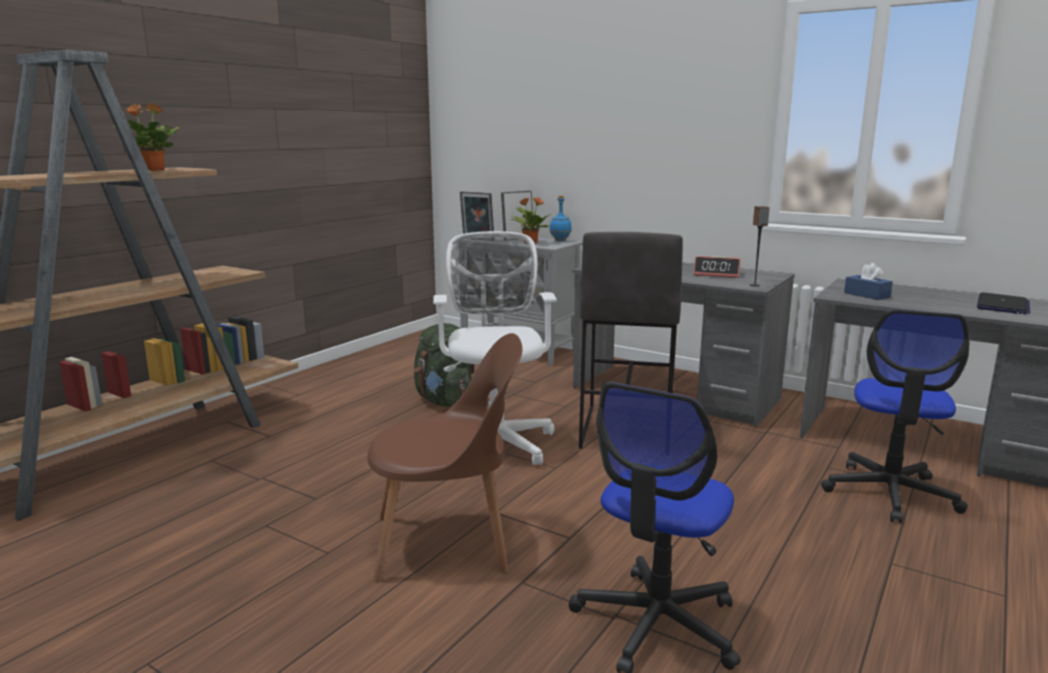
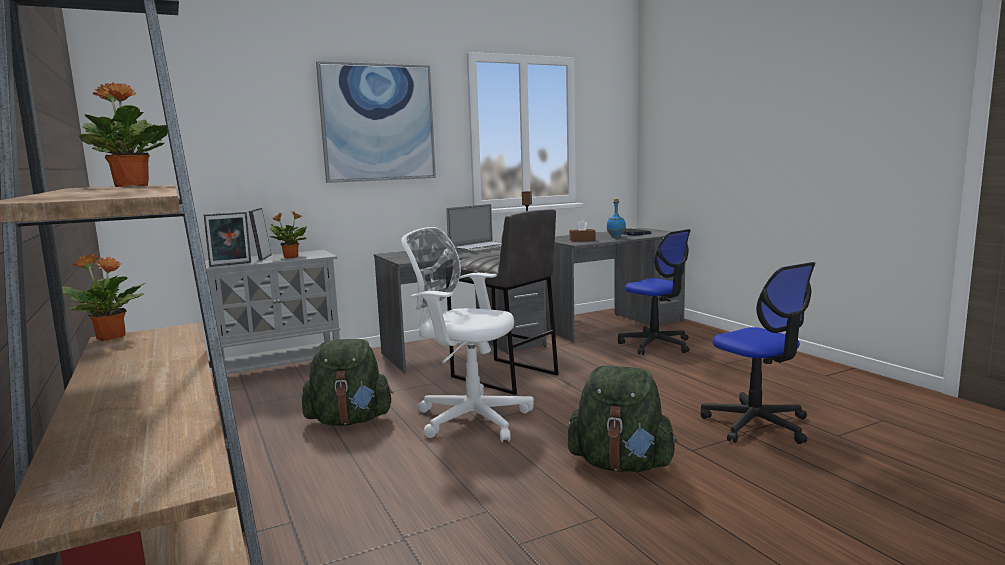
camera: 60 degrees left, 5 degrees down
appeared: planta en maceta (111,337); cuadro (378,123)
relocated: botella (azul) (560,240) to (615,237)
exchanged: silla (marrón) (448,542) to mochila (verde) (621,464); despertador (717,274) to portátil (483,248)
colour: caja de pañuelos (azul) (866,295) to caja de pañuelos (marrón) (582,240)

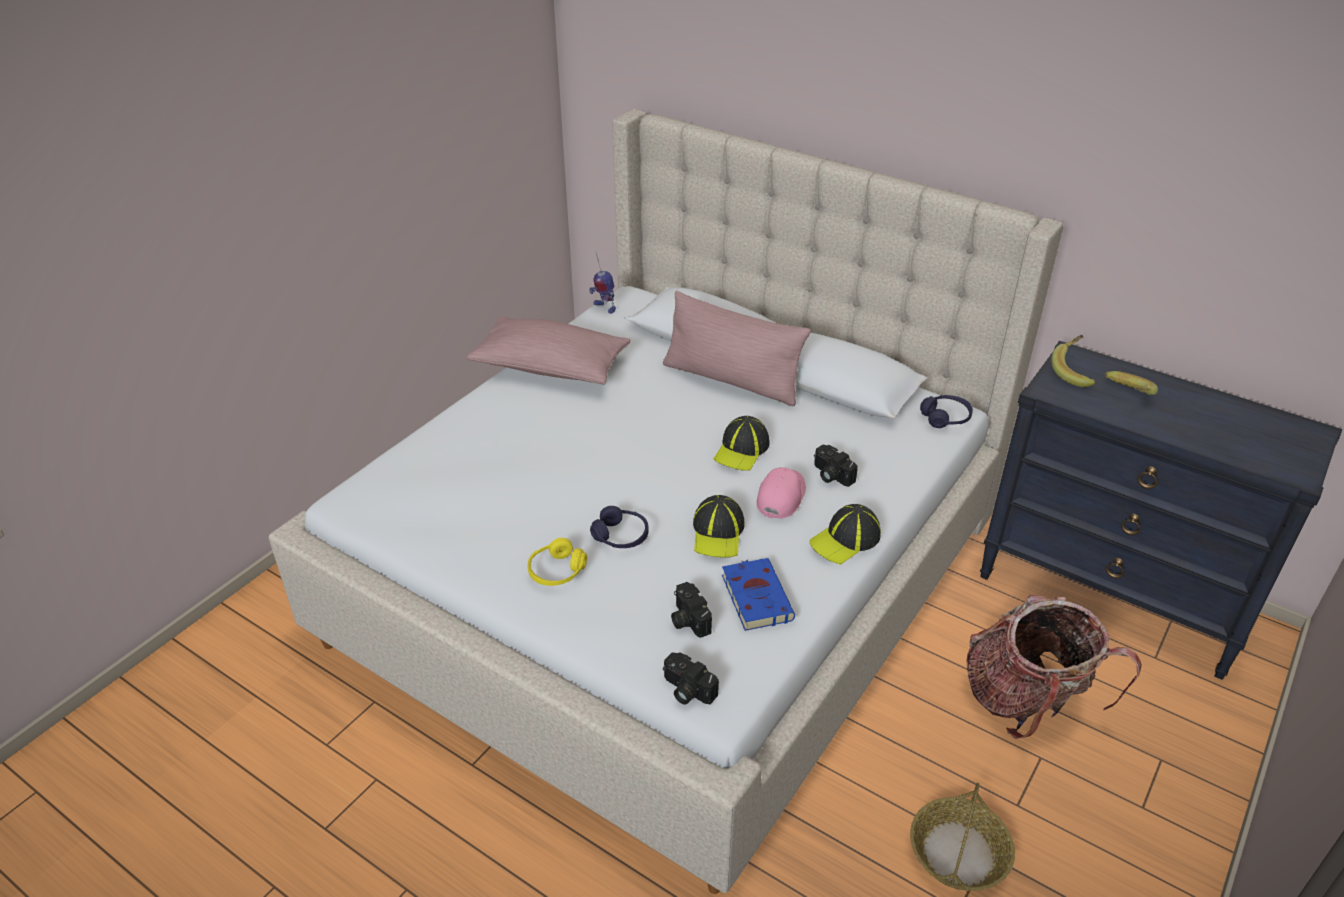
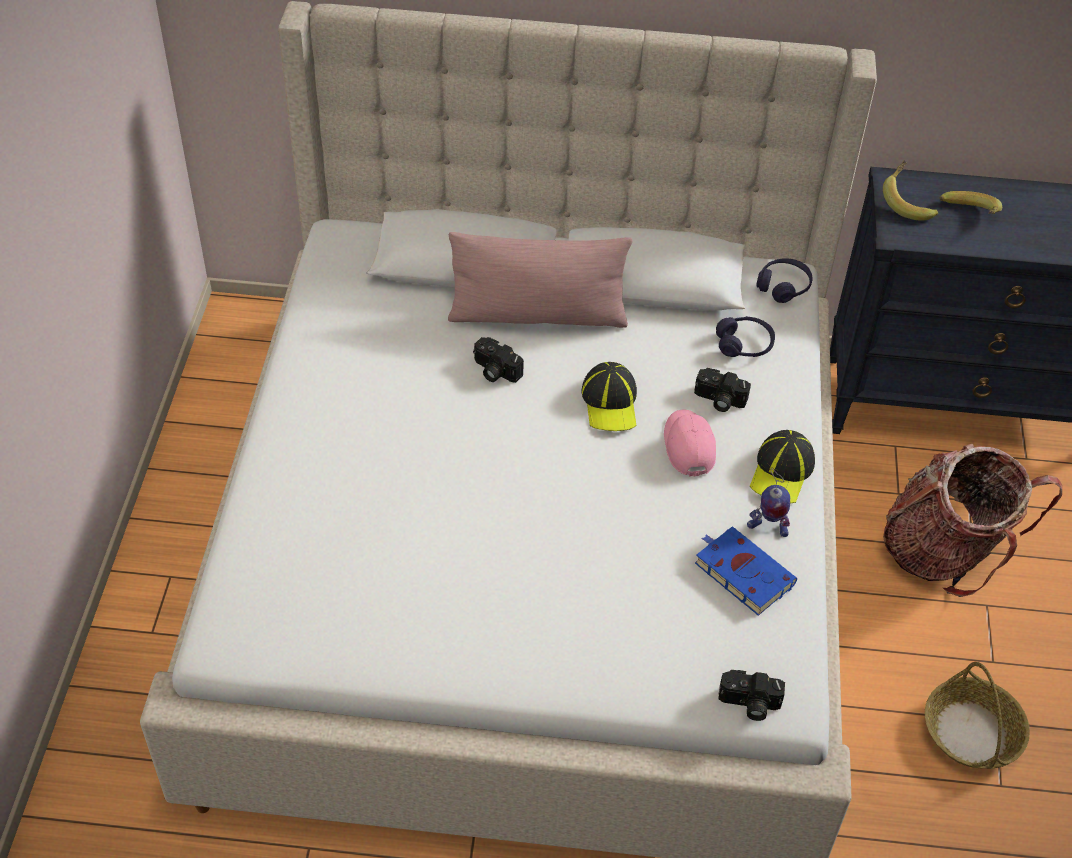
camera: 30 degrees left, 10 degrees up
missing: cojín (rosa) (551,367); auriculares (amarillo) (557,571); gorra (718,533)
relocated: robot de juguete (604,307) to (767,528); auriculares (morado) (621,536) to (744,344); cámara (687,619) to (494,371)

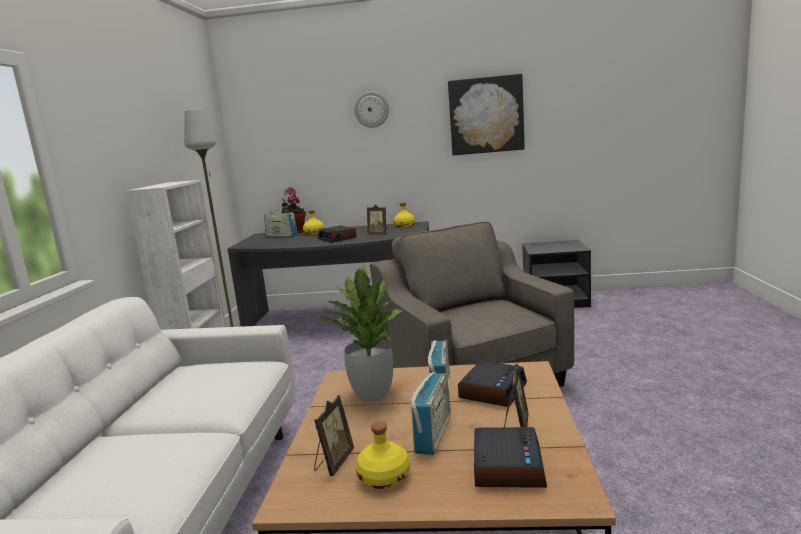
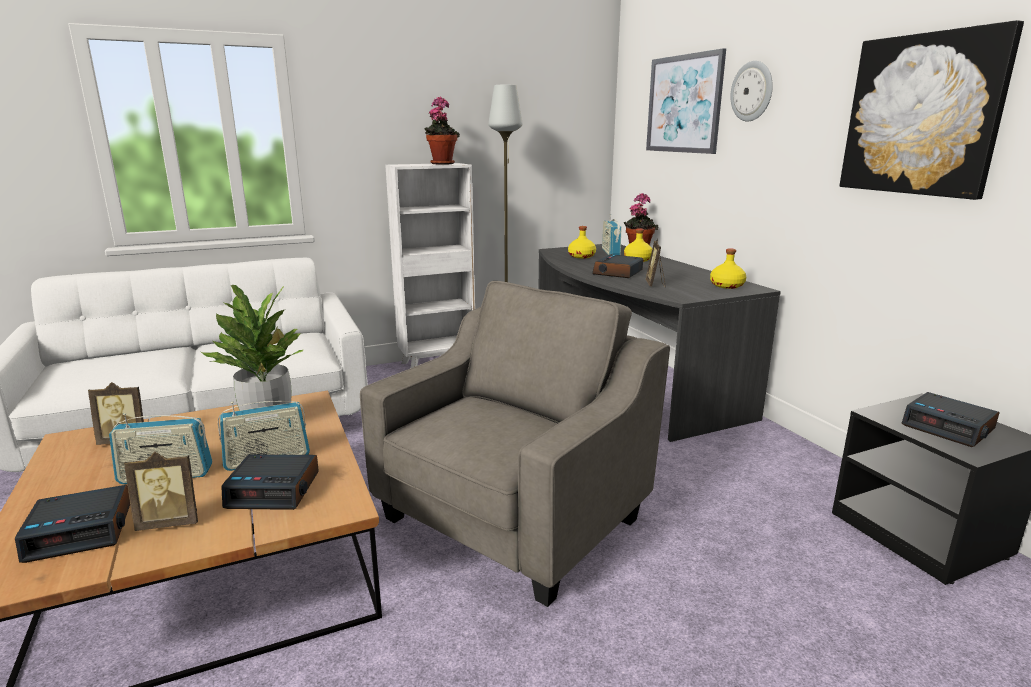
camera: 60 degrees right, 5 degrees up
appeared: planta en maceta (442,163); cuadro (684,104); despertador (949,427)
relocated: botella (amarillo) (385,477) to (582,256)

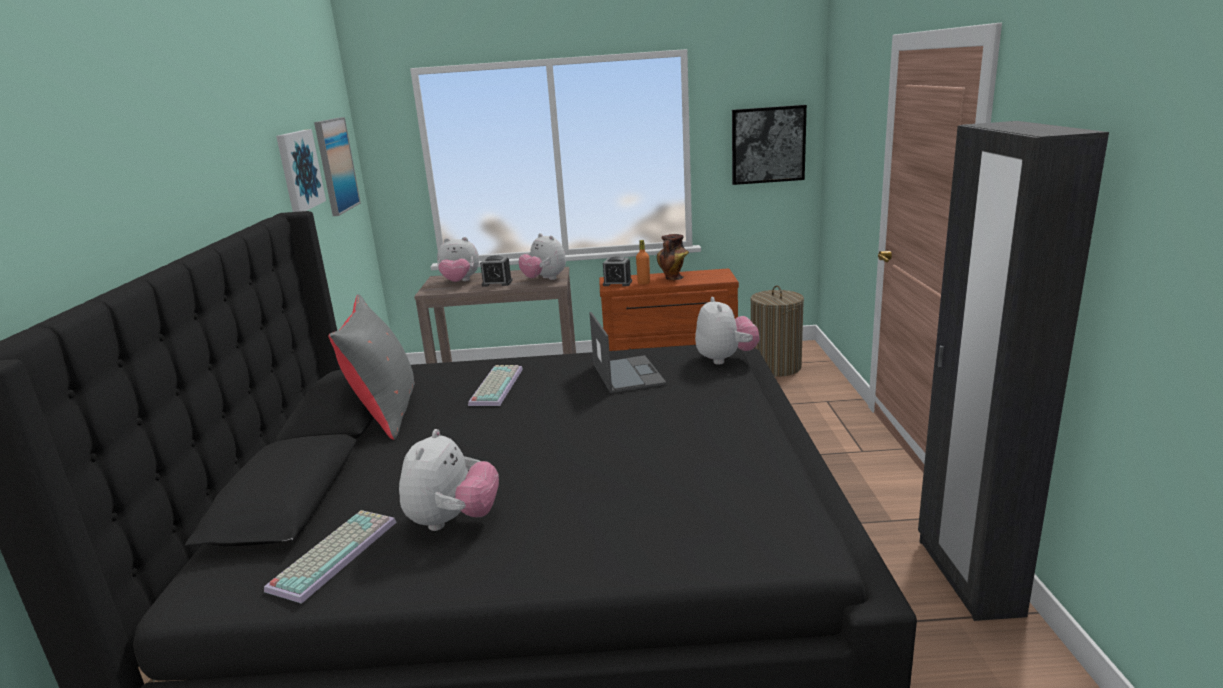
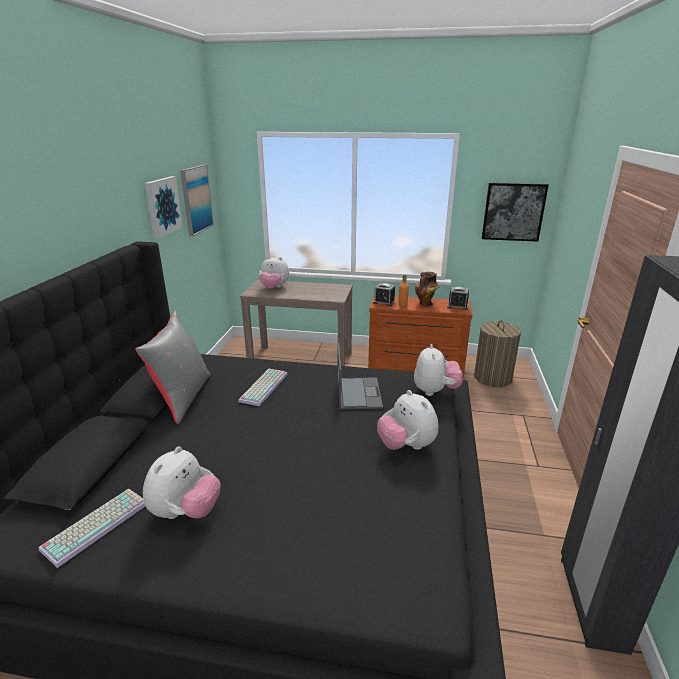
camera: 10 degrees right, 5 degrees up
relocated: despertador (497,283) to (457,306); peluche (544,279) to (406,446)

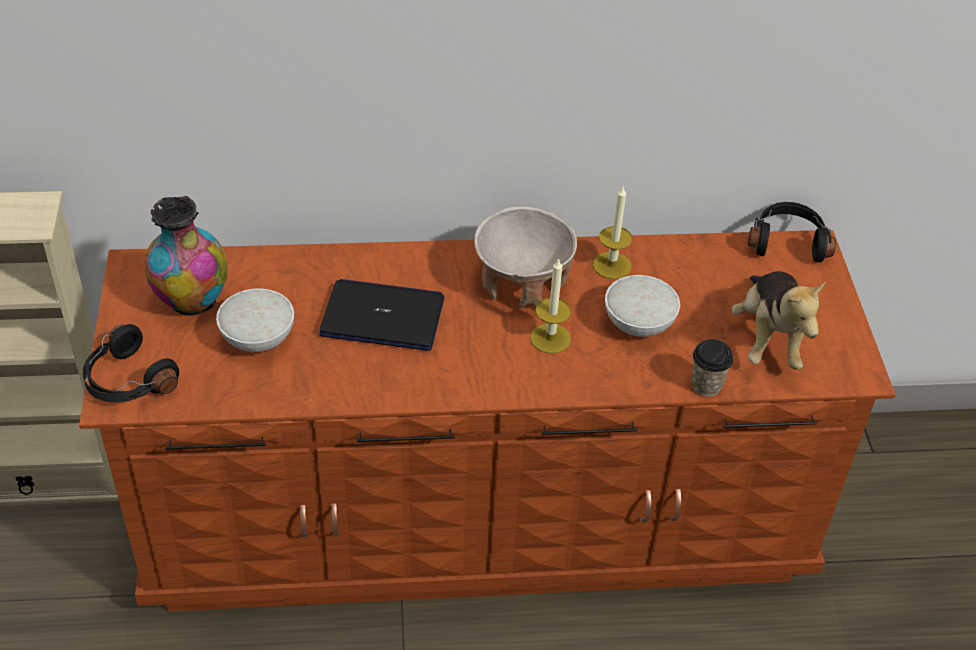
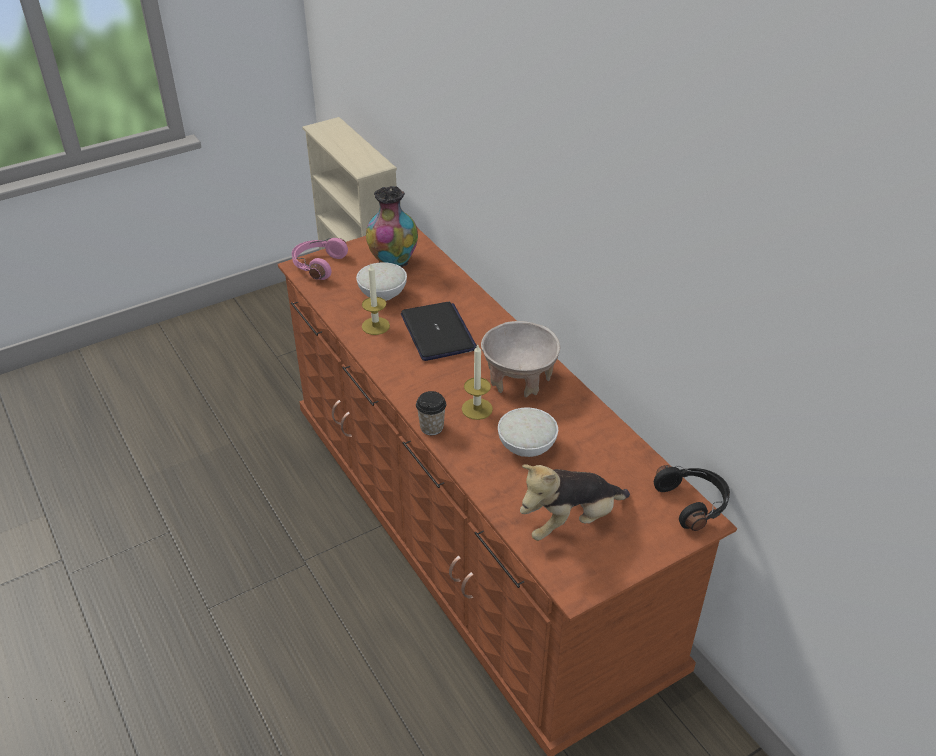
camera: 65 degrees right, 5 degrees down
relocated: vela (611,265) to (375,326); taza (706,385) to (431,427)
colour: auriculares (negro) (127,381) to auriculares (rosa) (317,265)

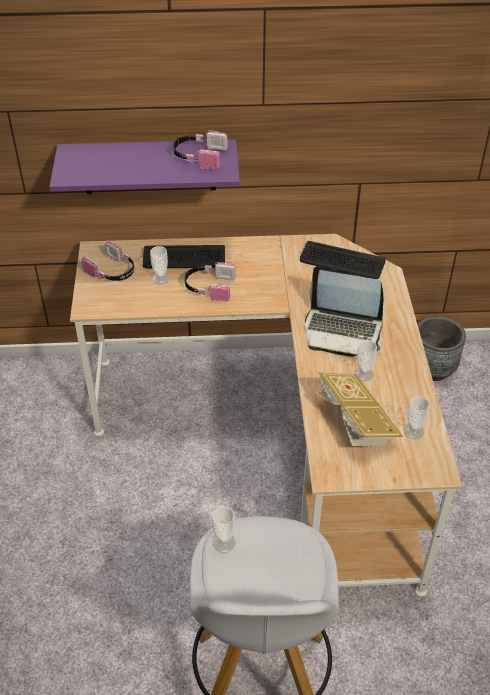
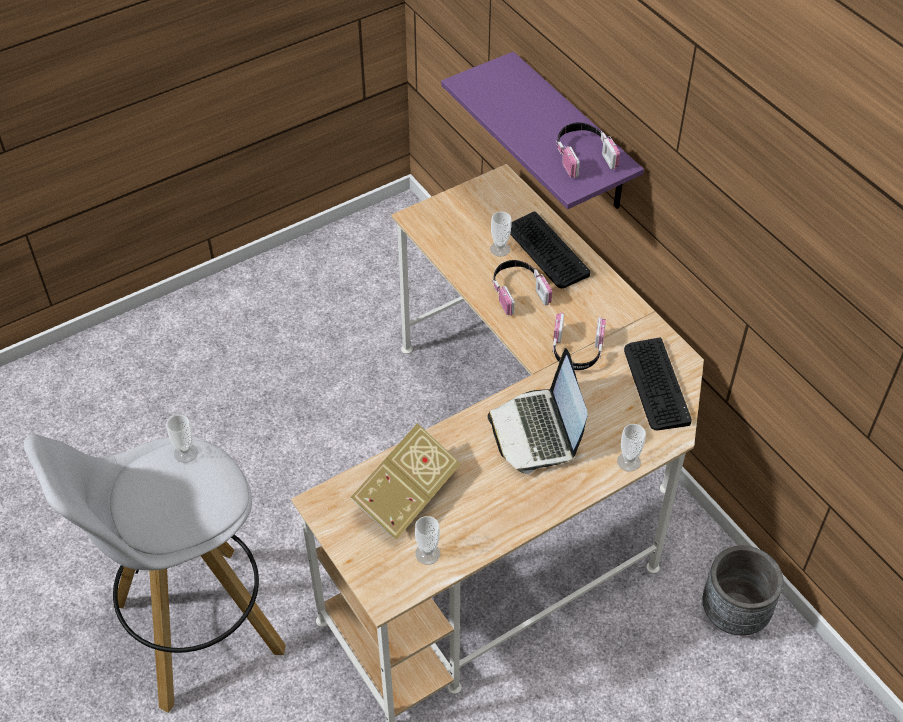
camera: 60 degrees right, 5 degrees up
relocated: auriculares (112,271) to (576,351); taza (363,374) to (628,462)

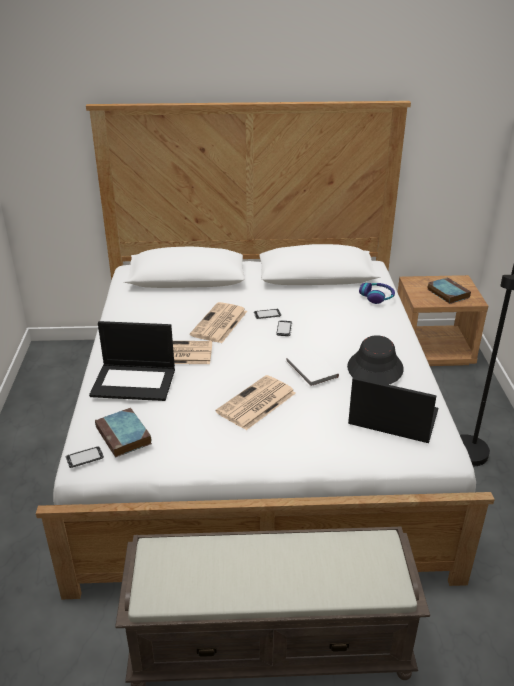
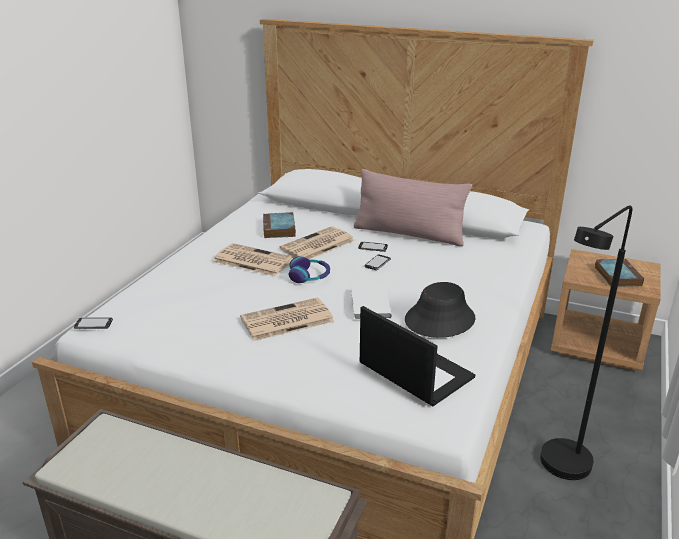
camera: 25 degrees right, 5 degrees down
missing: portátil (135,382)
appeared: cojín (rosa) (409,234)
relocated: libro (124,436) to (279,229); auriculares (377,297) to (309,276)

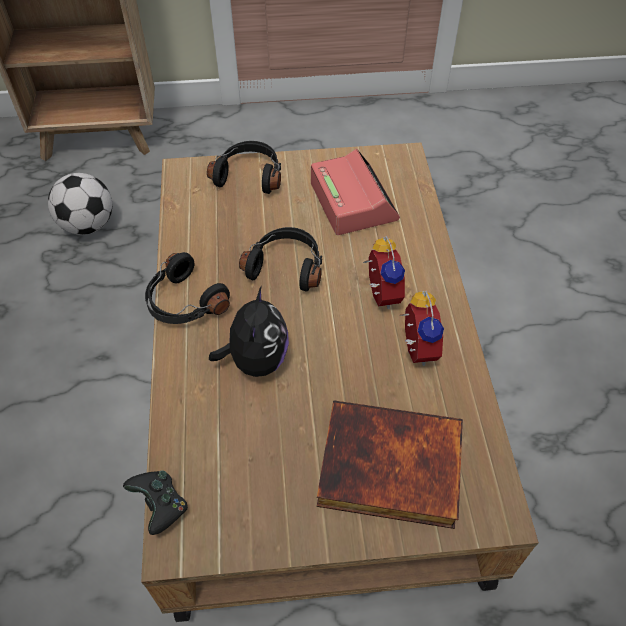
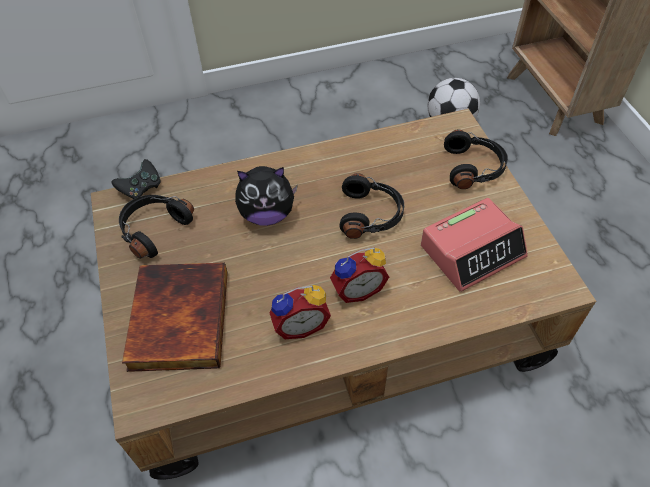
camera: 80 degrees right, 0 degrees up
relocated: auriculares (negro) (184,303) to (154,229)

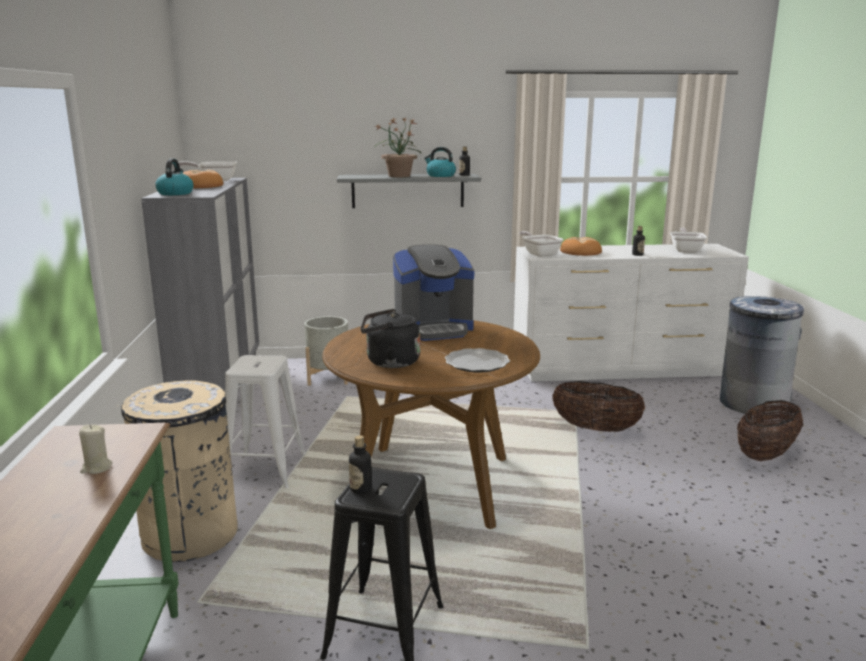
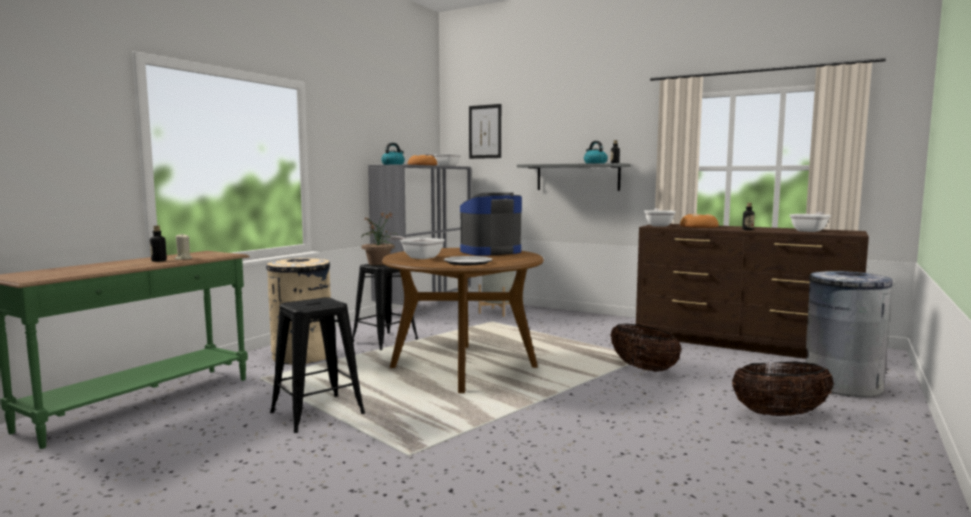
camera: 35 degrees right, 10 degrees down
appeared: cuadro (485,131)
relocated: botella (361,489) to (159,261); planta en maceta (399,176) to (378,263)
exchanged: hervidor (negro) (389,362) to sartén (419,257)
colour: taburete (blanco) (265,469) to taburete (negro) (384,341); cómoda (blanco) (620,369) to cómoda (marrón) (742,343)
spun: cafetera (433,329) = (490,252) 135 degrees clockwise

